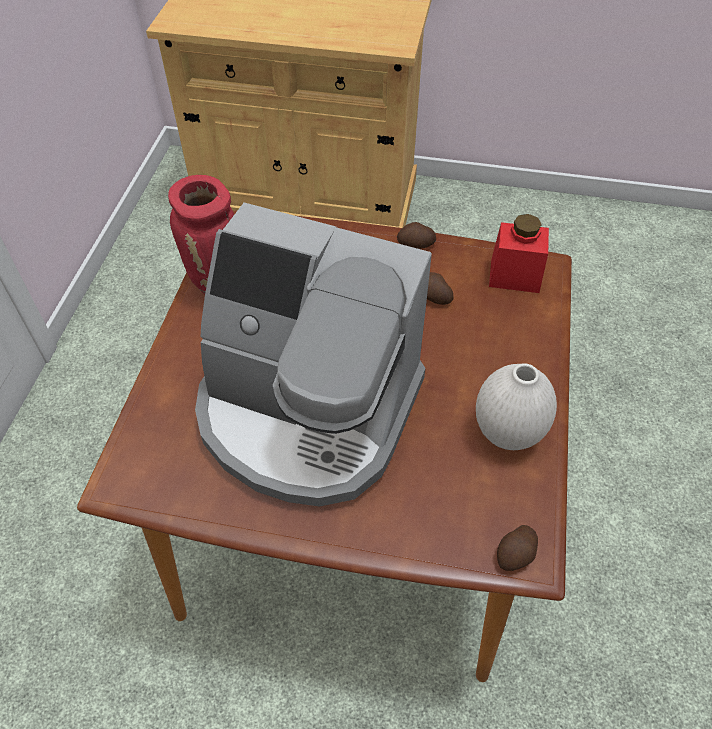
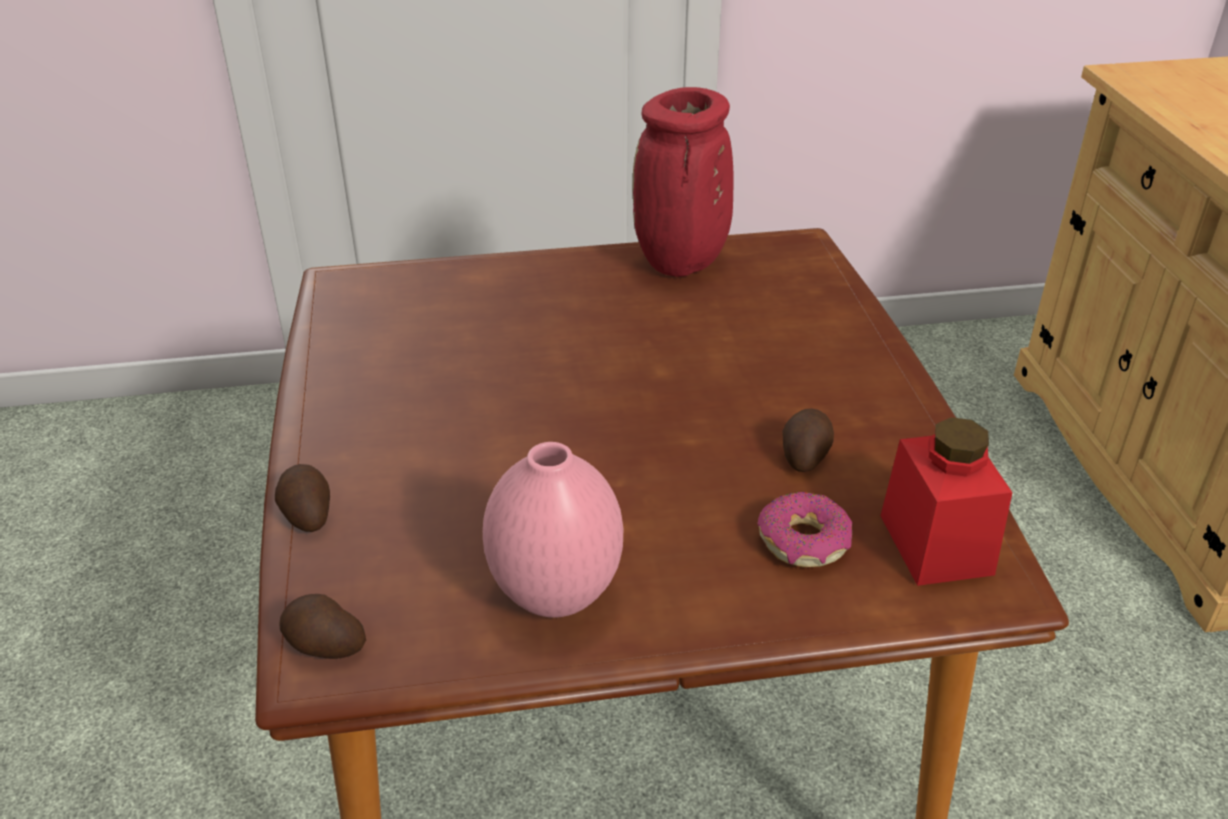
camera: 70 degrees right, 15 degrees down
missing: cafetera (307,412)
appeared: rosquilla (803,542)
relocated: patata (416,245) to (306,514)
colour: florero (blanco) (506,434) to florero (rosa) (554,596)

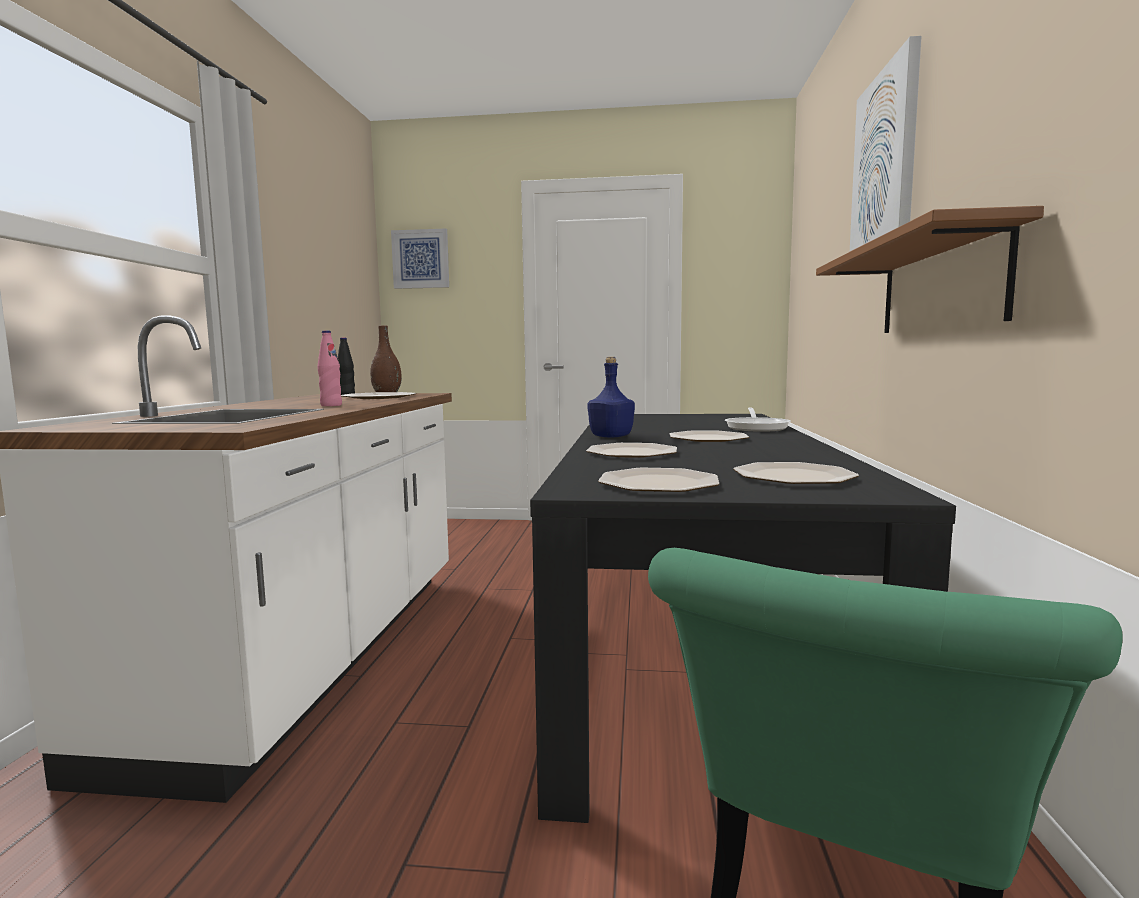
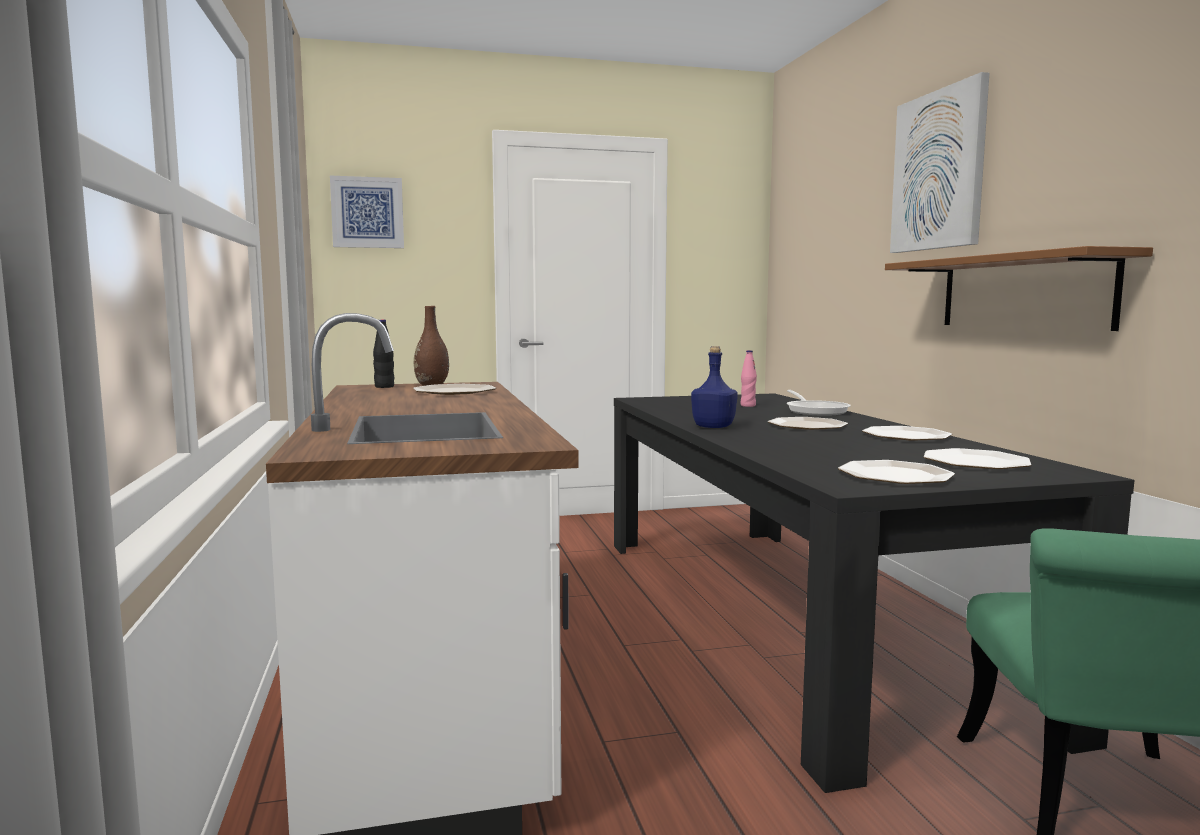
camera: 20 degrees left, 0 degrees up
relocated: botella (rosa) (331,405) to (748,405); plato (631,453) to (905,436)

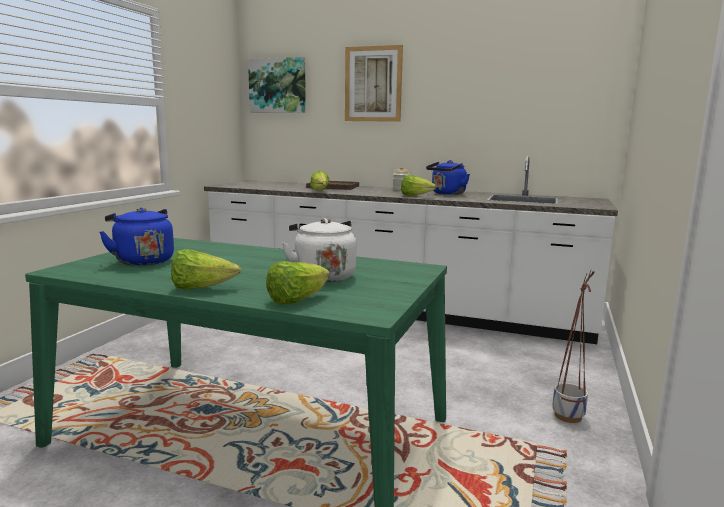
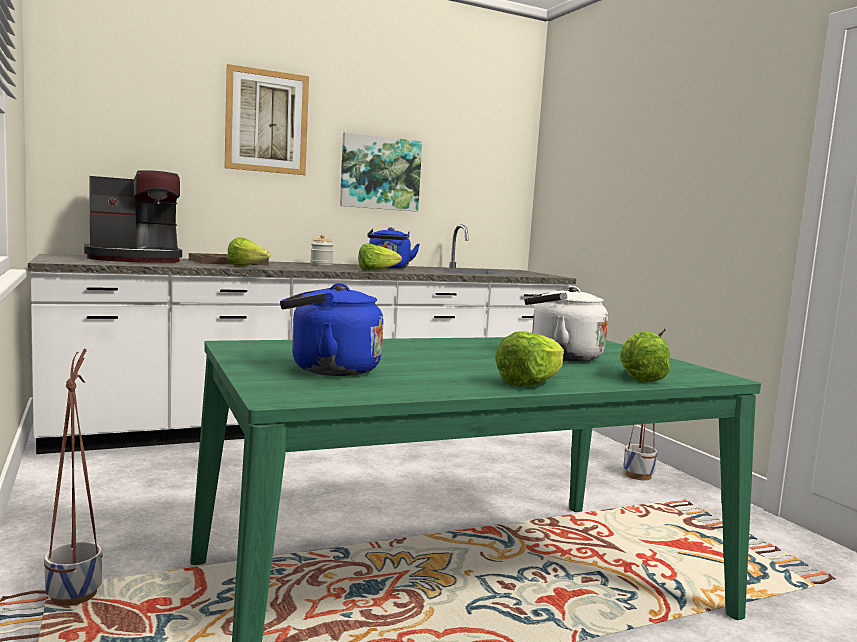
camera: 45 degrees left, 5 degrees down
appeared: maceta (73,596); cafetera (135,259)
relocated: cuadro (278,86) to (380,173)

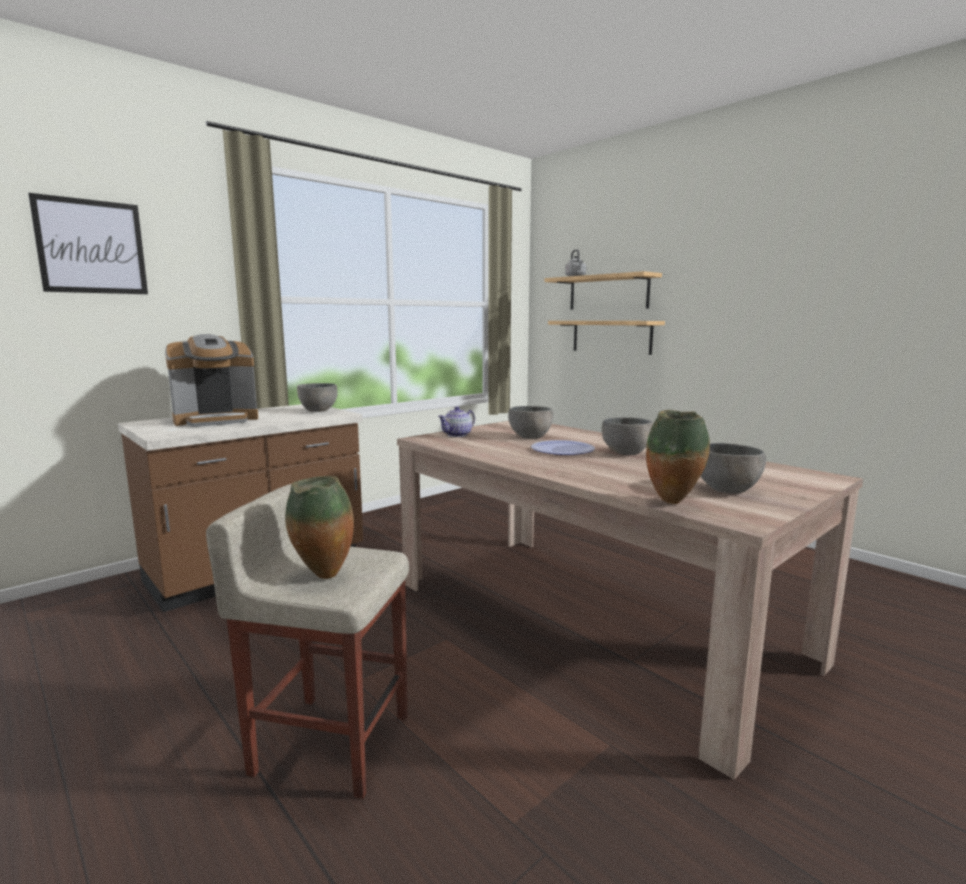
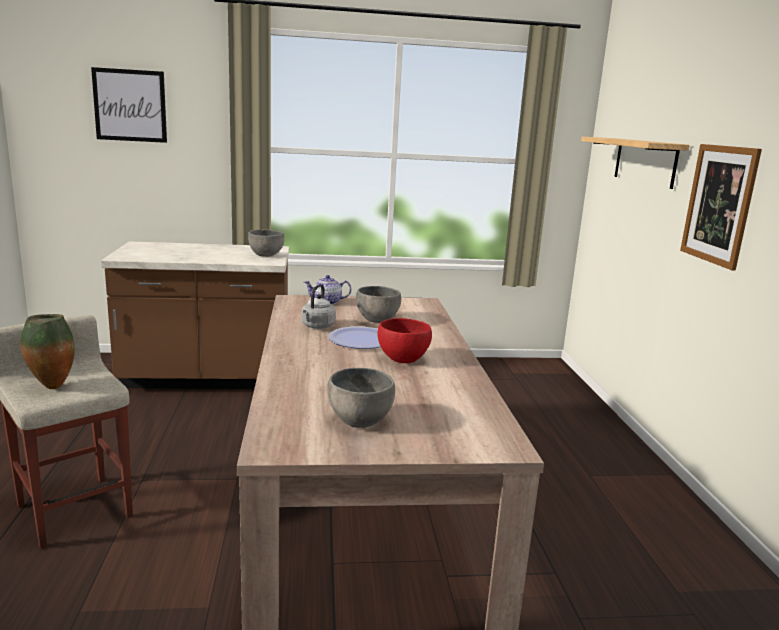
camera: 35 degrees right, 5 degrees up
missing: cafetera (216,420); estante (611,336); florero (674,503)
appeared: cuadro (719,204)
relocated: hervidor (gris) (576,276) to (317,326)
colour: cuenco (gris) (626,453) to cuenco (rojo) (403,359)

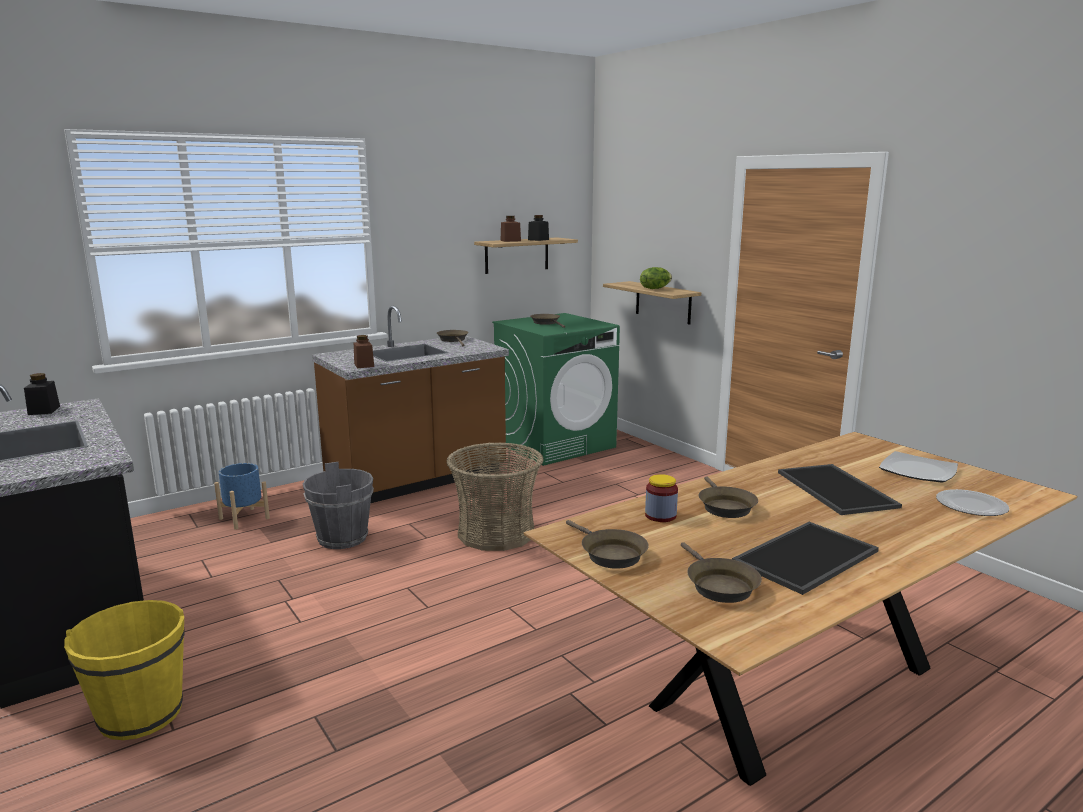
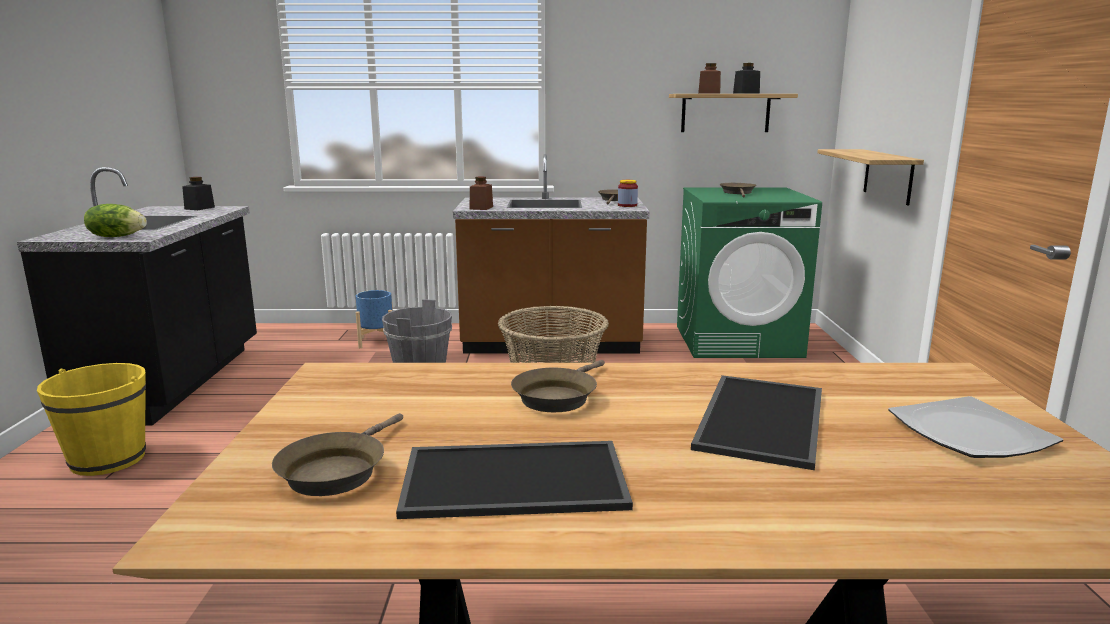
camera: 35 degrees right, 0 degrees up
missing: sartén (marrón) (609,554); plato (970,505)
relocated: lechuga (655,288) to (117,236); tarro (660,516) to (627,205)

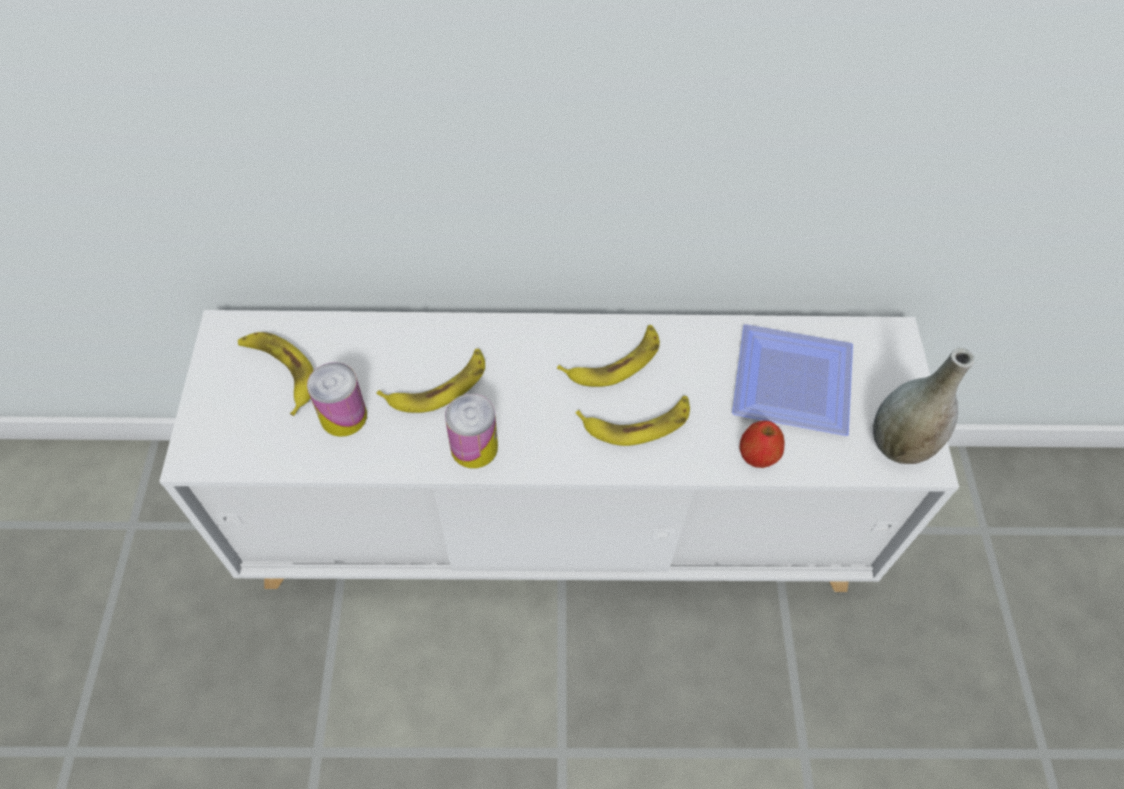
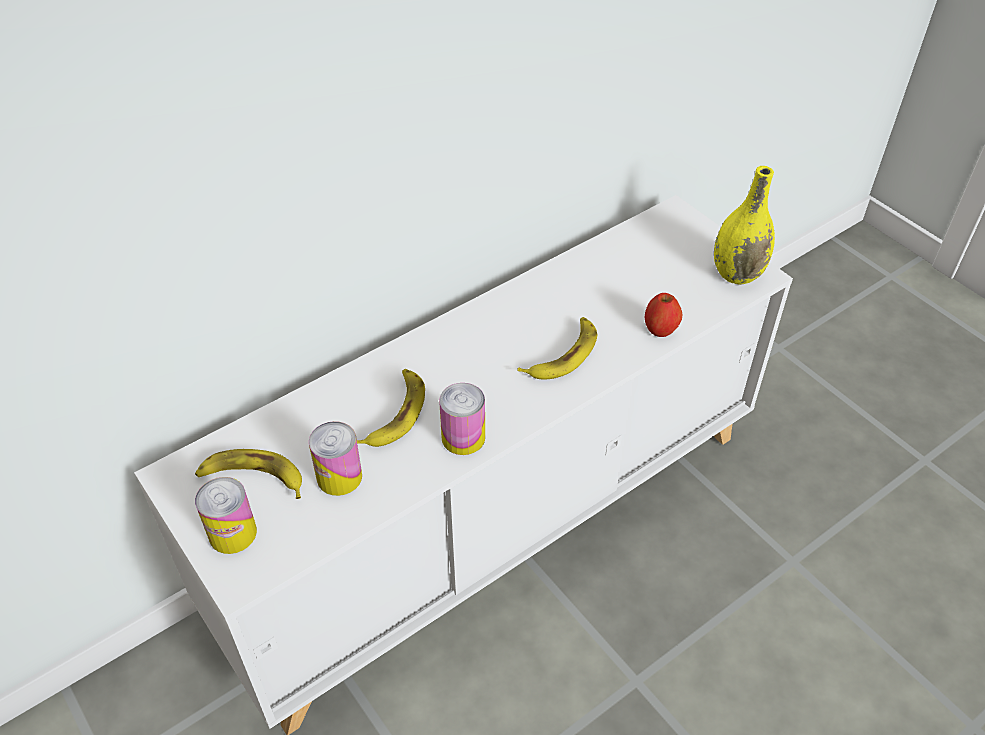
camera: 35 degrees left, 10 degrees down
missing: plátano (615,361); plato (788,379)
appeared: lata (232,533)
colour: florero (gris) (898,444) to florero (amarillo) (737,273)

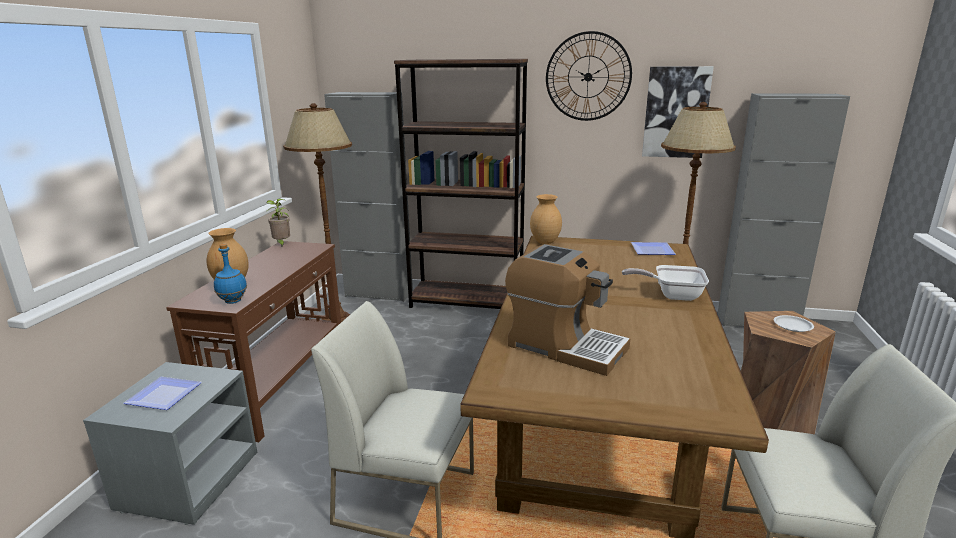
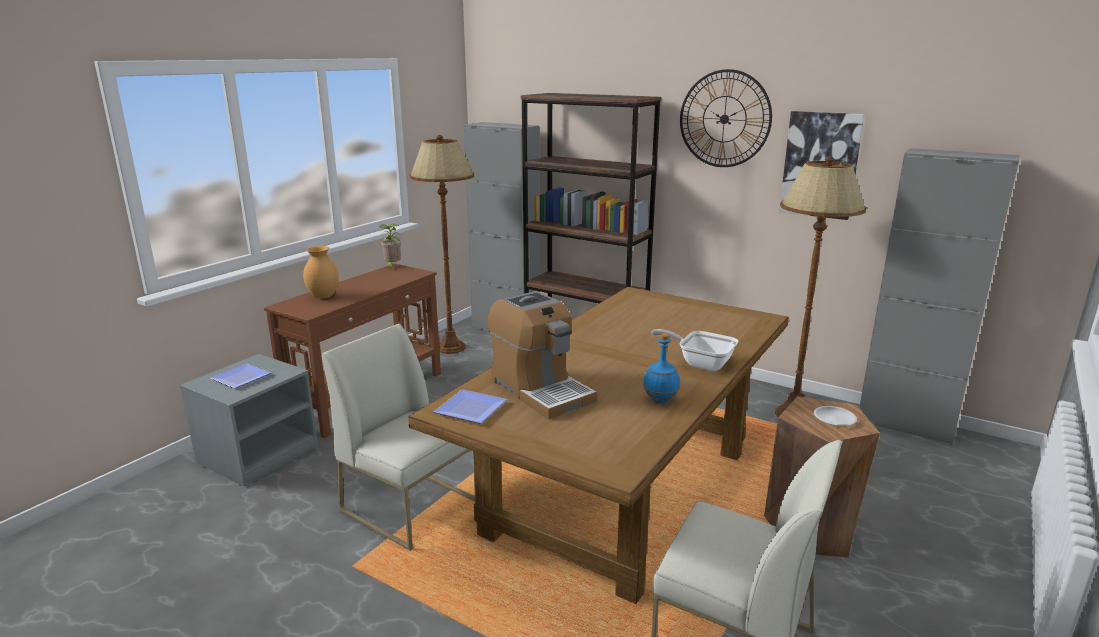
camera: 20 degrees right, 0 degrees up
missing: florero (marrón) (545,242)
relocated: botella (azul) (233,301) to (660,400); plato (650,250) to (470,408)

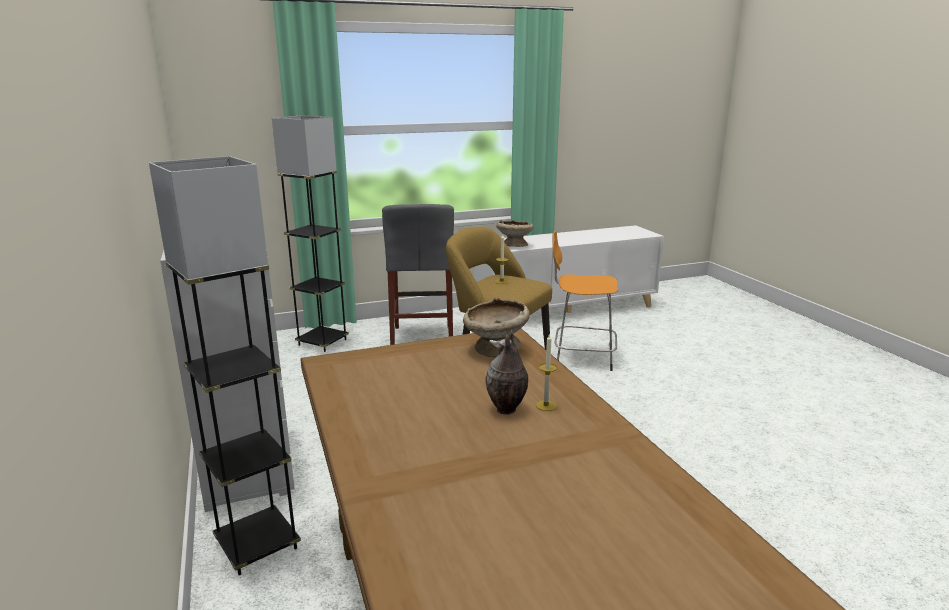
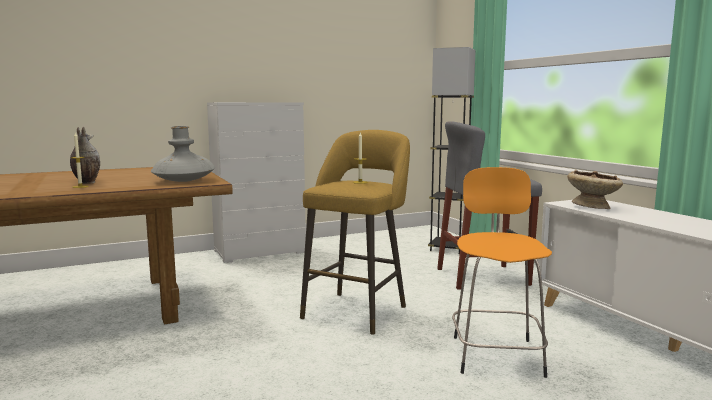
camera: 85 degrees right, 10 degrees down
missing: lámpara de pie (gris) (257,545)
exchanged: cuenco (beis) (495,350) to florero (gris) (184,181)

